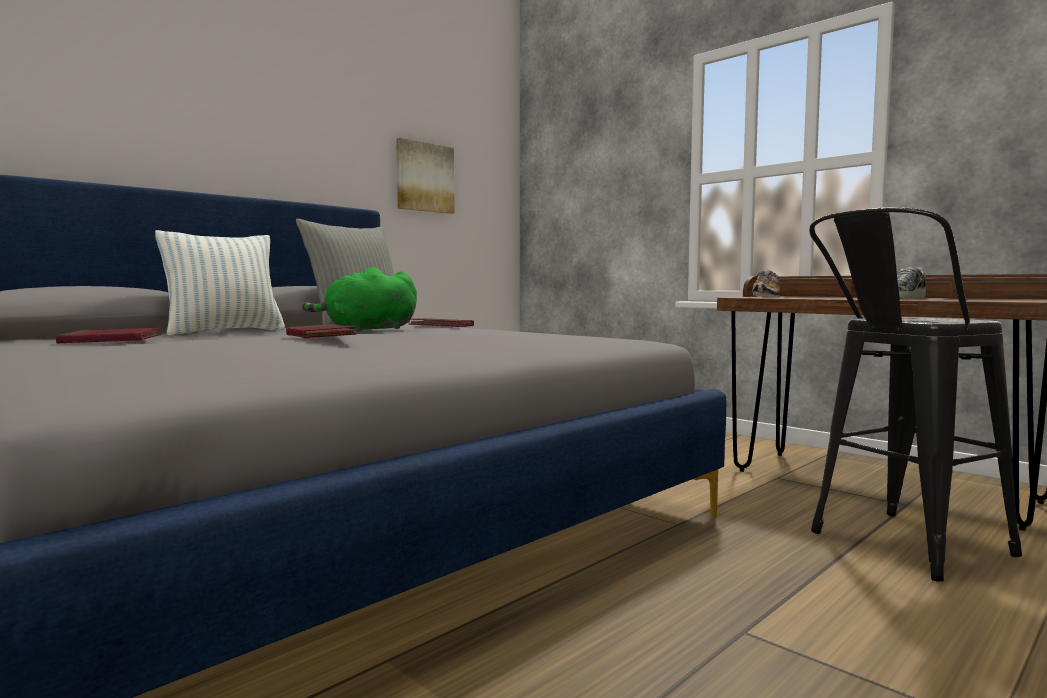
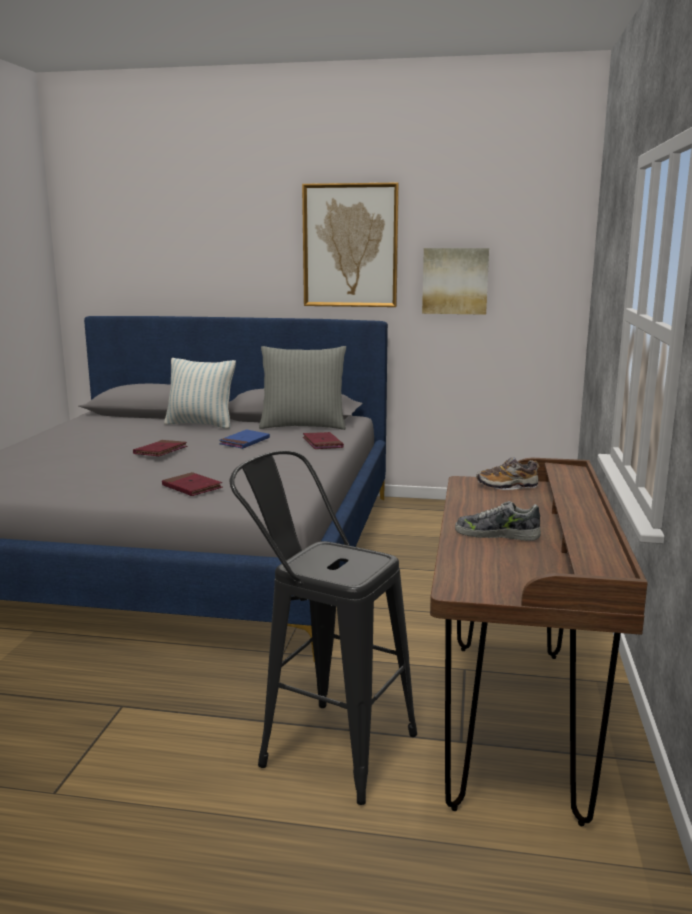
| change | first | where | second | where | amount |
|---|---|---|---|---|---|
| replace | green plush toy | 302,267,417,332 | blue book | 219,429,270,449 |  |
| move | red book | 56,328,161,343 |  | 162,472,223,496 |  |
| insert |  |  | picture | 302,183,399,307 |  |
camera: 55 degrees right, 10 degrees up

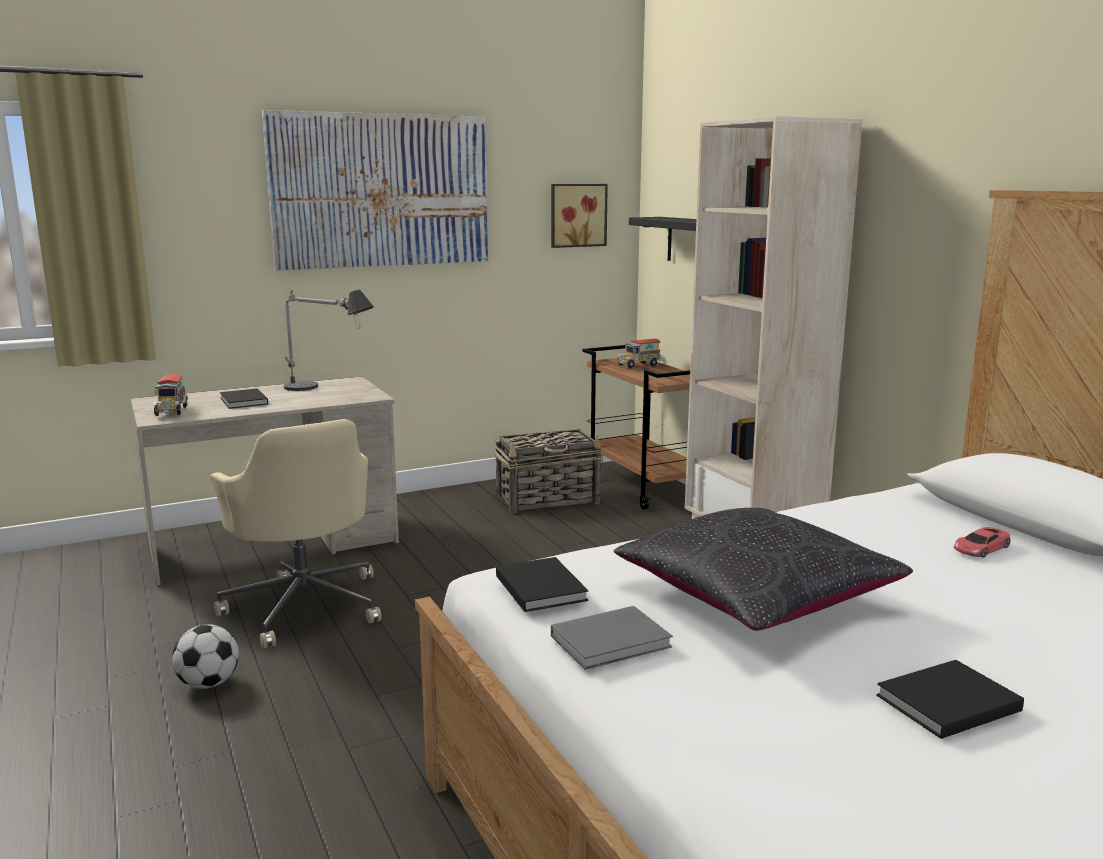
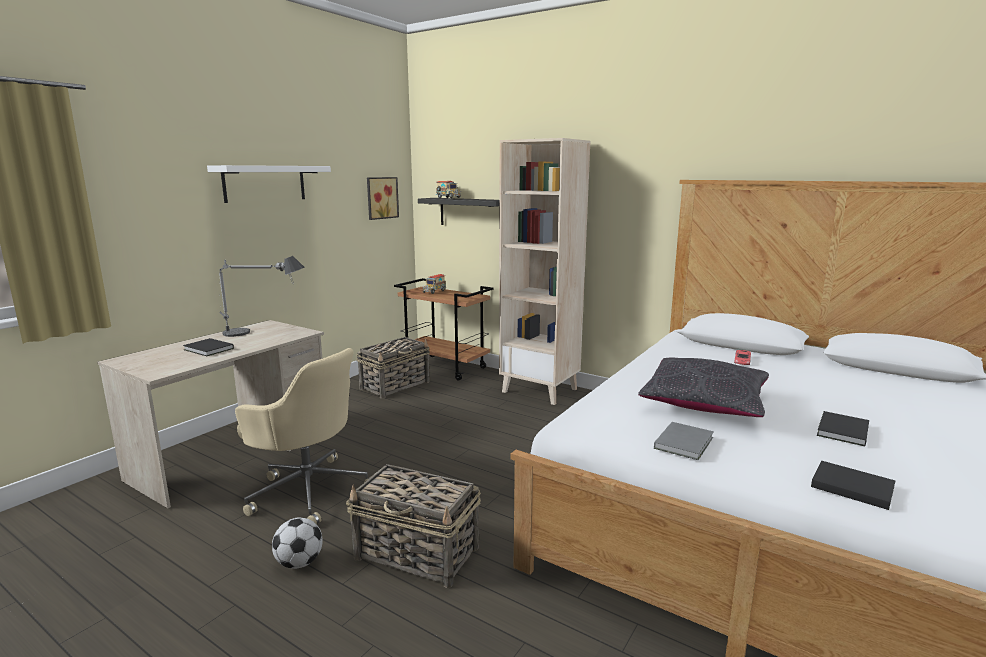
| change | first | where | second | where | amount |
|---|---|---|---|---|---|
| replace | picture | 262,110,488,270 | white shelf | 207,165,331,203 |  |
| move | toy truck | 153,374,188,416 |  | 435,181,461,198 |  |
| move | black book | 496,557,588,612 |  | 811,461,895,510 |  |
| insert |  |  | basket | 346,464,481,588 |  |
camera: 30 degrees left, 0 degrees up

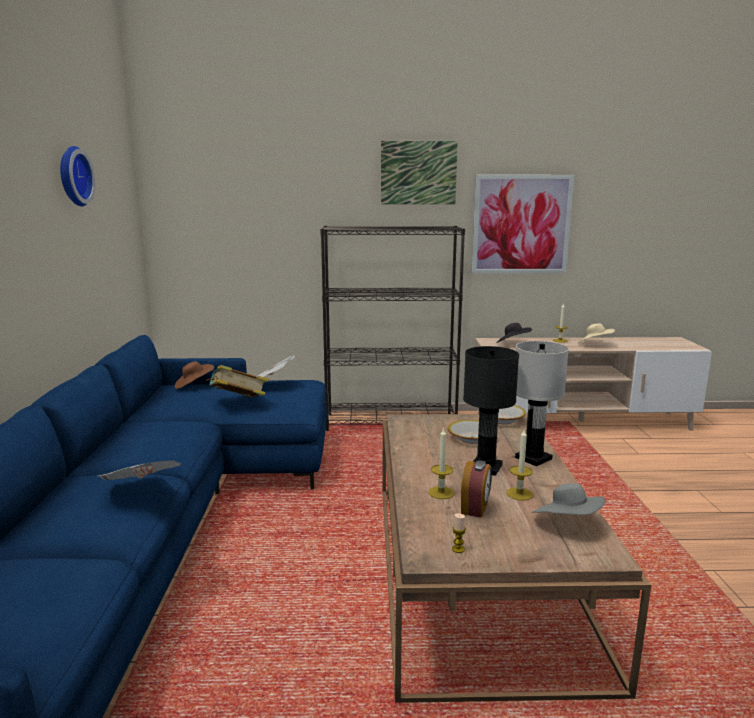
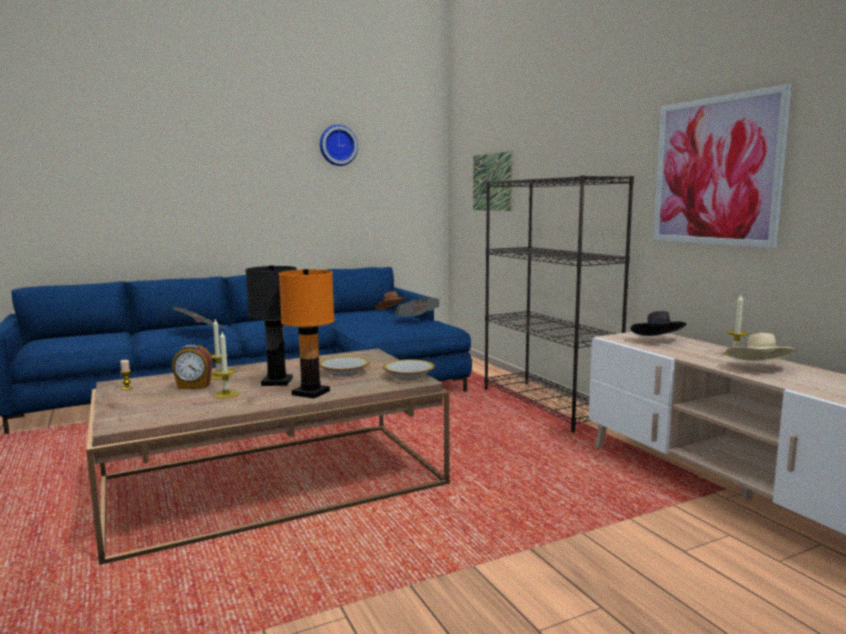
| change | first | where | second | where | amount |
|---|---|---|---|---|---|
| move | picture | 381,141,458,204 |  | 473,151,513,211 |  |
| recolor | white table lamp | 515,341,569,466 | orange table lamp | 279,269,334,399 |  |
| delete | book | 206,365,269,397 |  |  |  |
| delete | grey hat | 532,483,606,515 |  |  |  |
camera: 65 degrees right, 5 degrees down

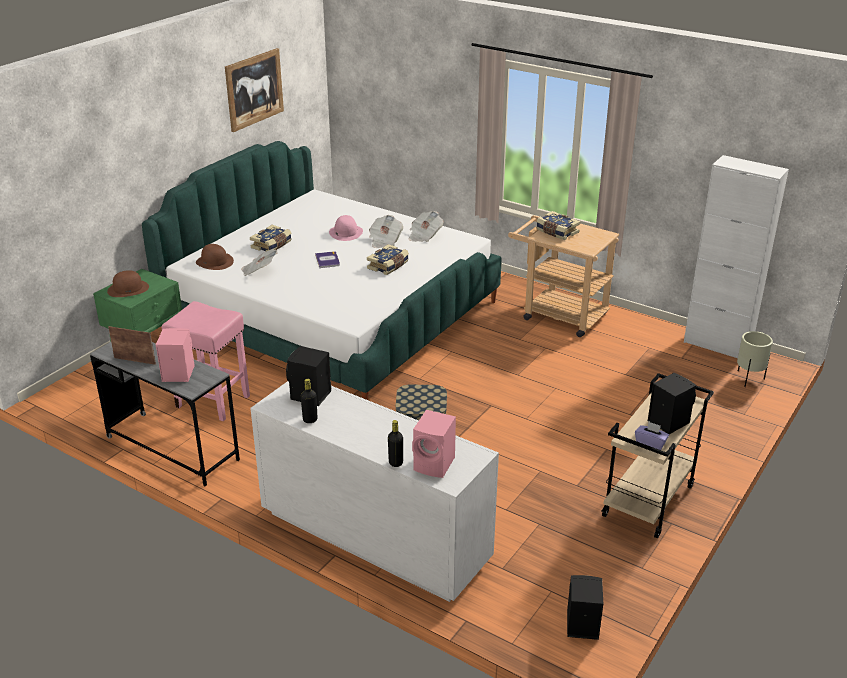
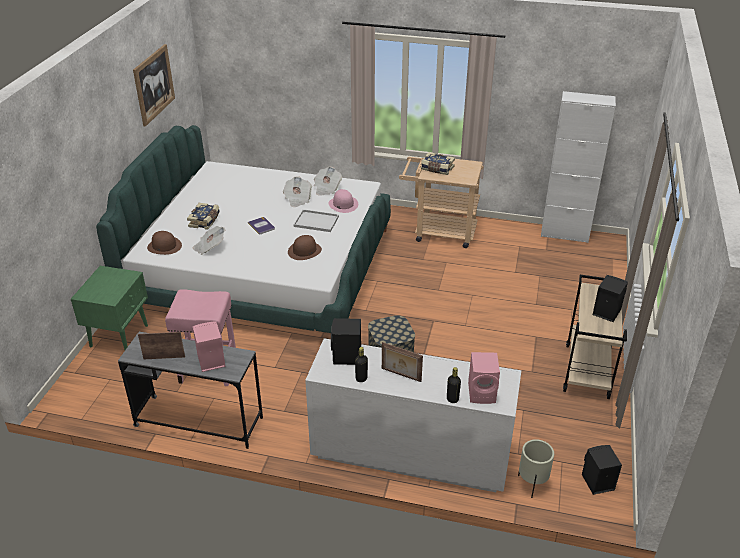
| change | first | where | second | where | amount |
|---|---|---|---|---|---|
| move | pink hat | 329,215,363,241 |  | 328,189,358,213 |  |
| replace | book | 367,244,409,275 | white tray | 293,209,339,232 |  |
| move | brown hat | 107,270,149,297 |  | 288,235,322,260 |  |
| move | beige planter | 737,331,773,387 |  | 518,439,554,498 |  |
| delete | purple tissue box | 635,422,669,450 |  |  |  |
| insert |  |  | picture frame | 382,342,423,382 |  |
camera: 20 degrees left, 5 degrees up

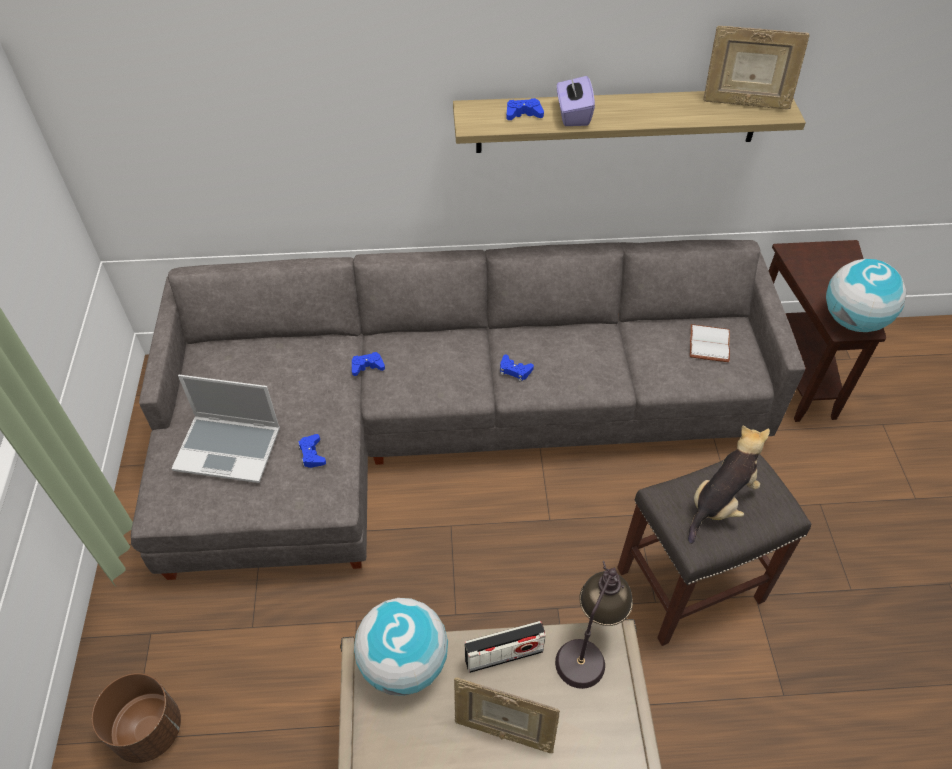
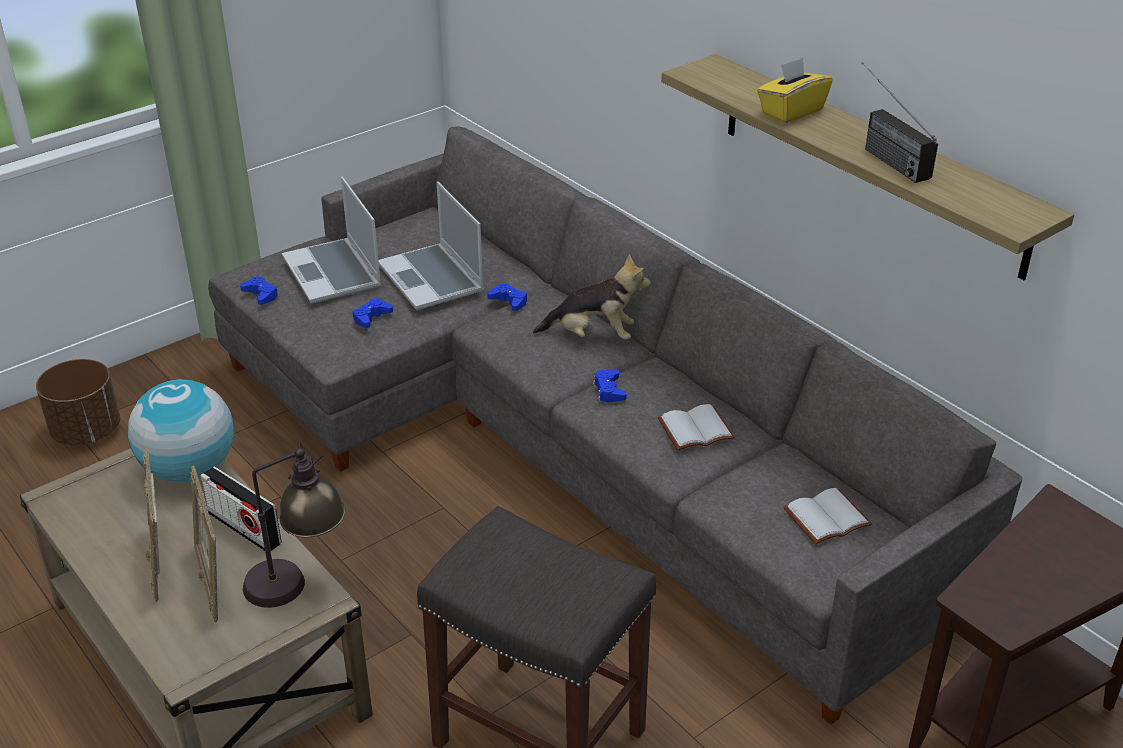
| change | first | where | second | where | amount |
|---|---|---|---|---|---|
| move | picture frame | 703,26,810,110 |  | 190,465,218,622 |  |
| recolor | purple tissue box | 557,74,595,126 | yellow tissue box | 757,58,833,123 |  |
| move | blue game controller | 506,98,544,120 |  | 240,276,279,305 |  |
| delete | globe | 826,259,906,332 |  |  |  |
| move | plush toy | 688,425,770,544 |  | 533,254,651,339 |  |
| insert |  |  | radio | 861,62,938,183 |  |
| insert |  |  | laptop | 378,182,484,310 |  |
| insert |  |  | white book | 658,404,735,450 |  |
camera: 55 degrees right, 15 degrees down

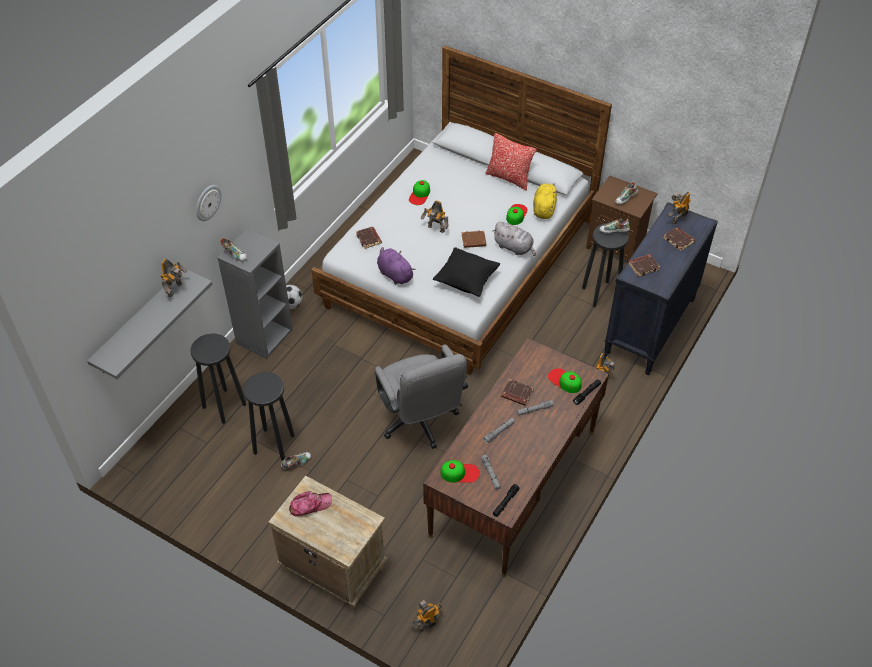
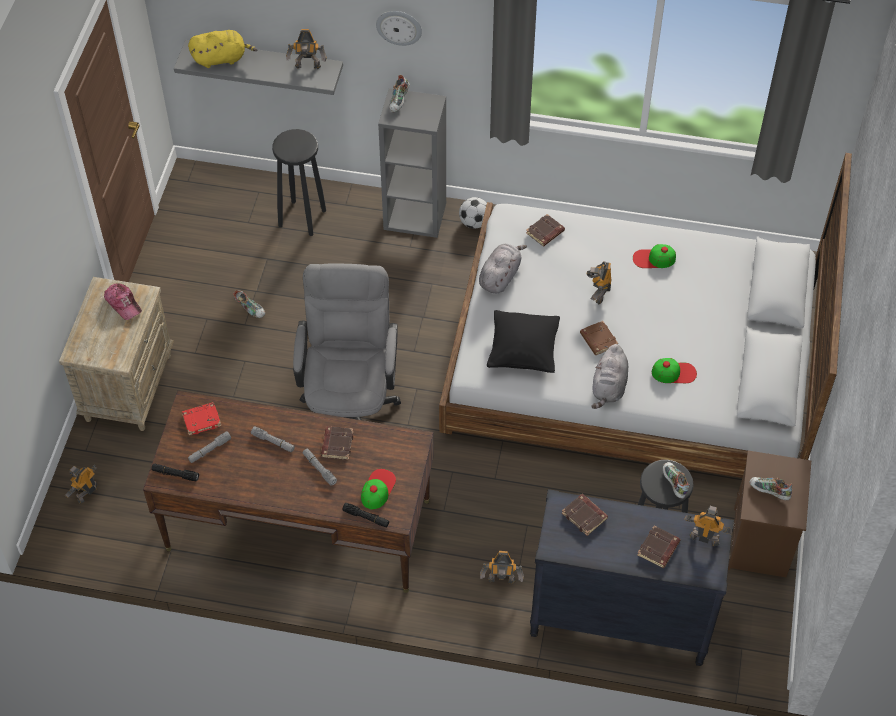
| change | first | where | second | where | amount |
|---|---|---|---|---|---|
| delete | pillow | 485,133,537,191 |  |  |  |
| move | yellow plush toy | 533,184,557,219 |  | 188,30,257,68 |  |
| recolor | purple plush toy | 377,247,416,285 | grey plush toy | 479,244,527,293 |  |
| rotate | grey office chair | 375,344,468,449 |  | 293,263,401,420 | 135 degrees clockwise |
| delete | black stool | 243,372,295,461 |  |  |  |
| replace | cap | 440,460,480,483 | red book | 182,402,221,436 |  |
| rotate | toy robot | 409,600,442,632 |  | 65,464,97,503 | 90 degrees counterclockwise |
camera: 70 degrees right, 5 degrees up

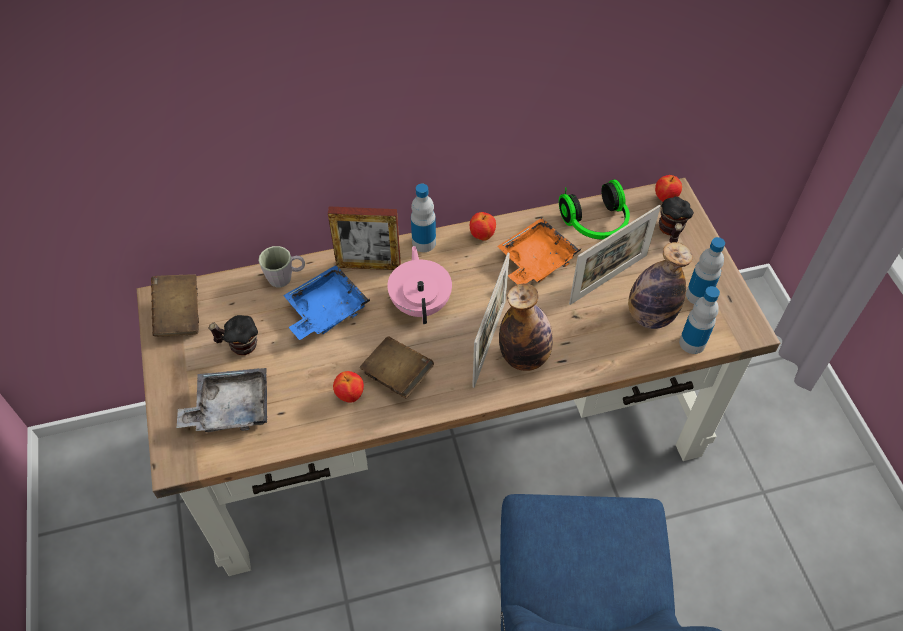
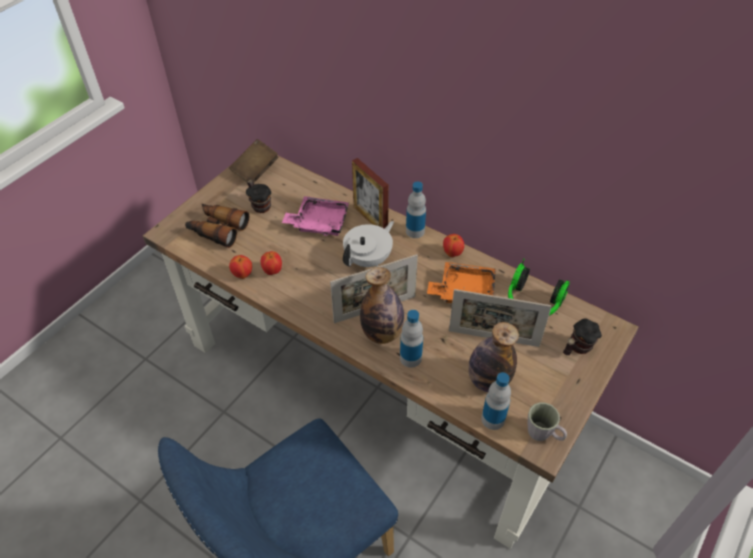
| change | first | where | second | where | amount |
|---|---|---|---|---|---|
| move | apple | 655,175,682,202 |  | 229,255,252,279 |  |
| move | bottle | 686,237,725,304 |  | 400,310,423,368 |  |
| move | grey mug | 258,246,305,287 |  | 527,402,567,441 |  |
| recolor | pink teapot | 387,246,452,324 | white teapot | 343,221,394,267 |  |
| recolor | blue tray | 283,265,370,340 | pink tray | 282,196,349,236 |  |
| delete | brown book | 360,336,434,398 |  |  |  |
| replace | grey tray | 177,368,267,432 | binoculars | 185,204,249,248 |  |
camera: 50 degrees right, 5 degrees down

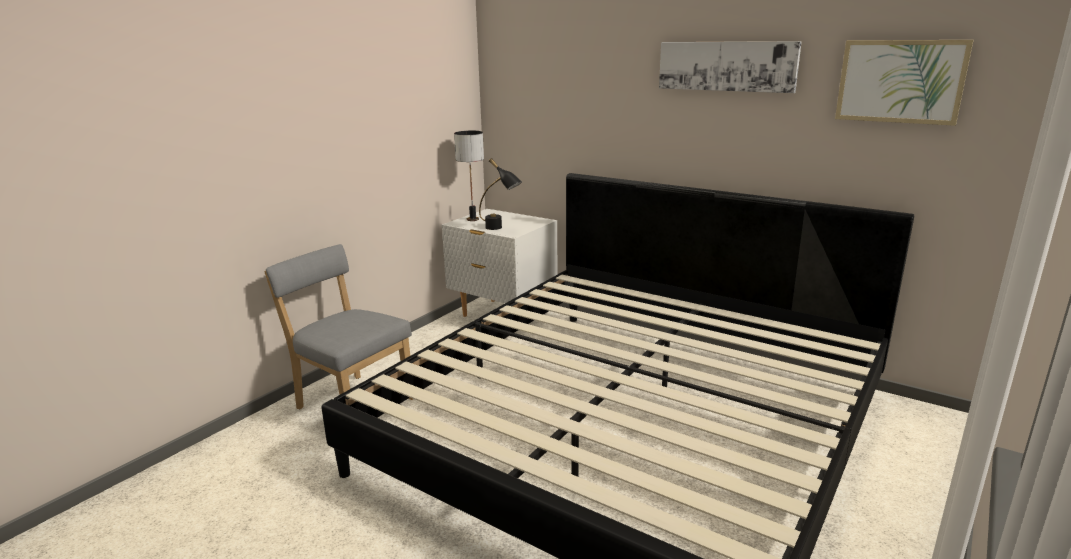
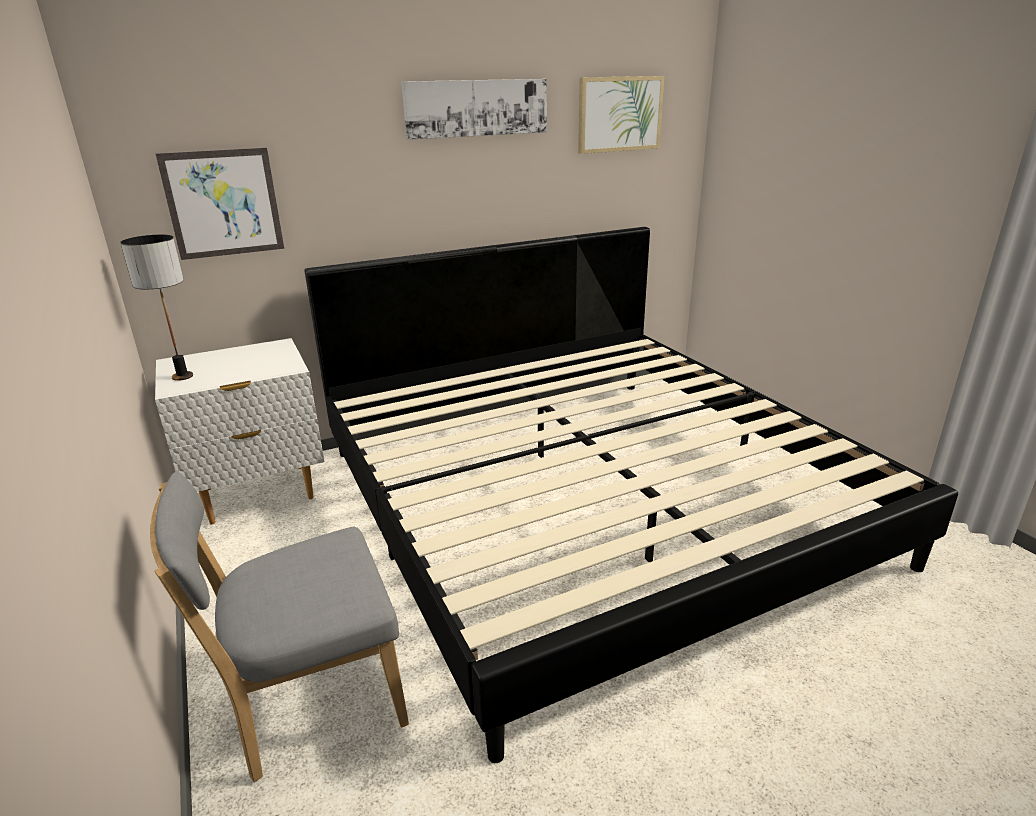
| change | first | where | second | where | amount |
|---|---|---|---|---|---|
| delete | black table lamp | 479,158,522,230 |  |  |  |
| insert |  |  | picture | 156,148,284,260 |  |
camera: 60 degrees left, 5 degrees up

